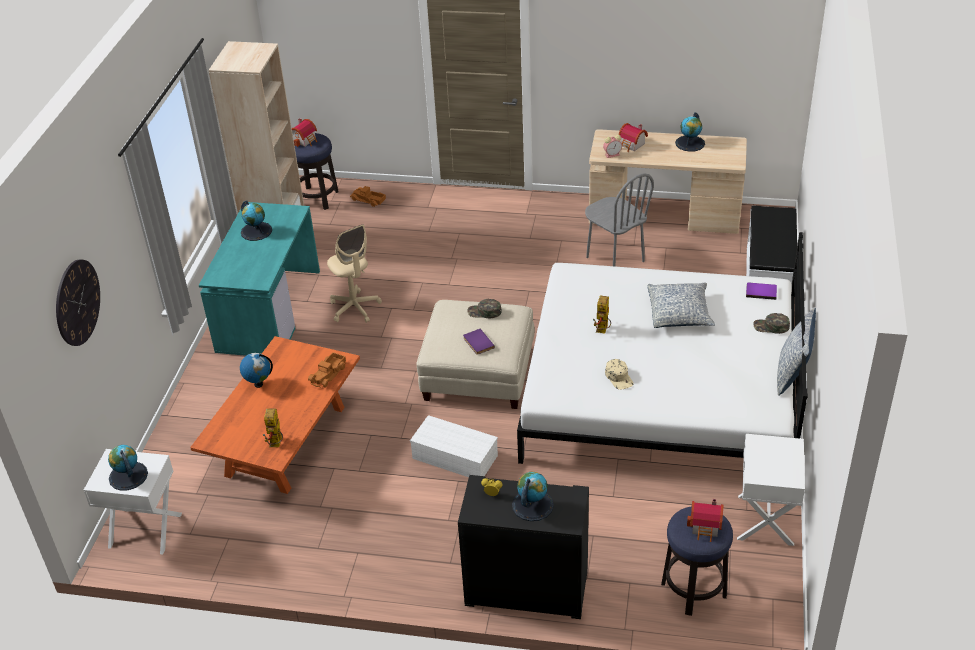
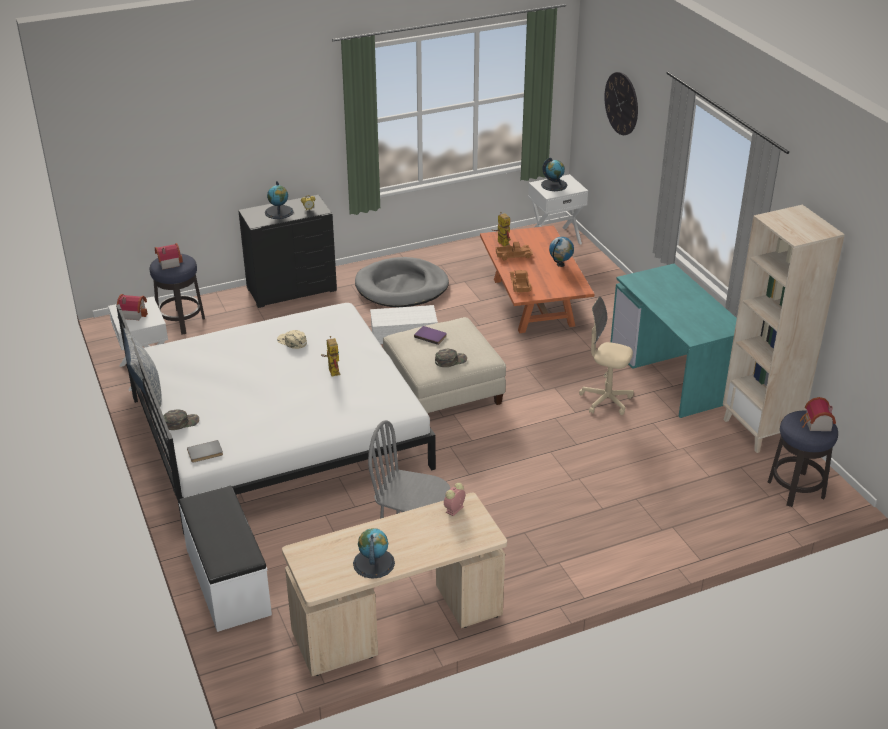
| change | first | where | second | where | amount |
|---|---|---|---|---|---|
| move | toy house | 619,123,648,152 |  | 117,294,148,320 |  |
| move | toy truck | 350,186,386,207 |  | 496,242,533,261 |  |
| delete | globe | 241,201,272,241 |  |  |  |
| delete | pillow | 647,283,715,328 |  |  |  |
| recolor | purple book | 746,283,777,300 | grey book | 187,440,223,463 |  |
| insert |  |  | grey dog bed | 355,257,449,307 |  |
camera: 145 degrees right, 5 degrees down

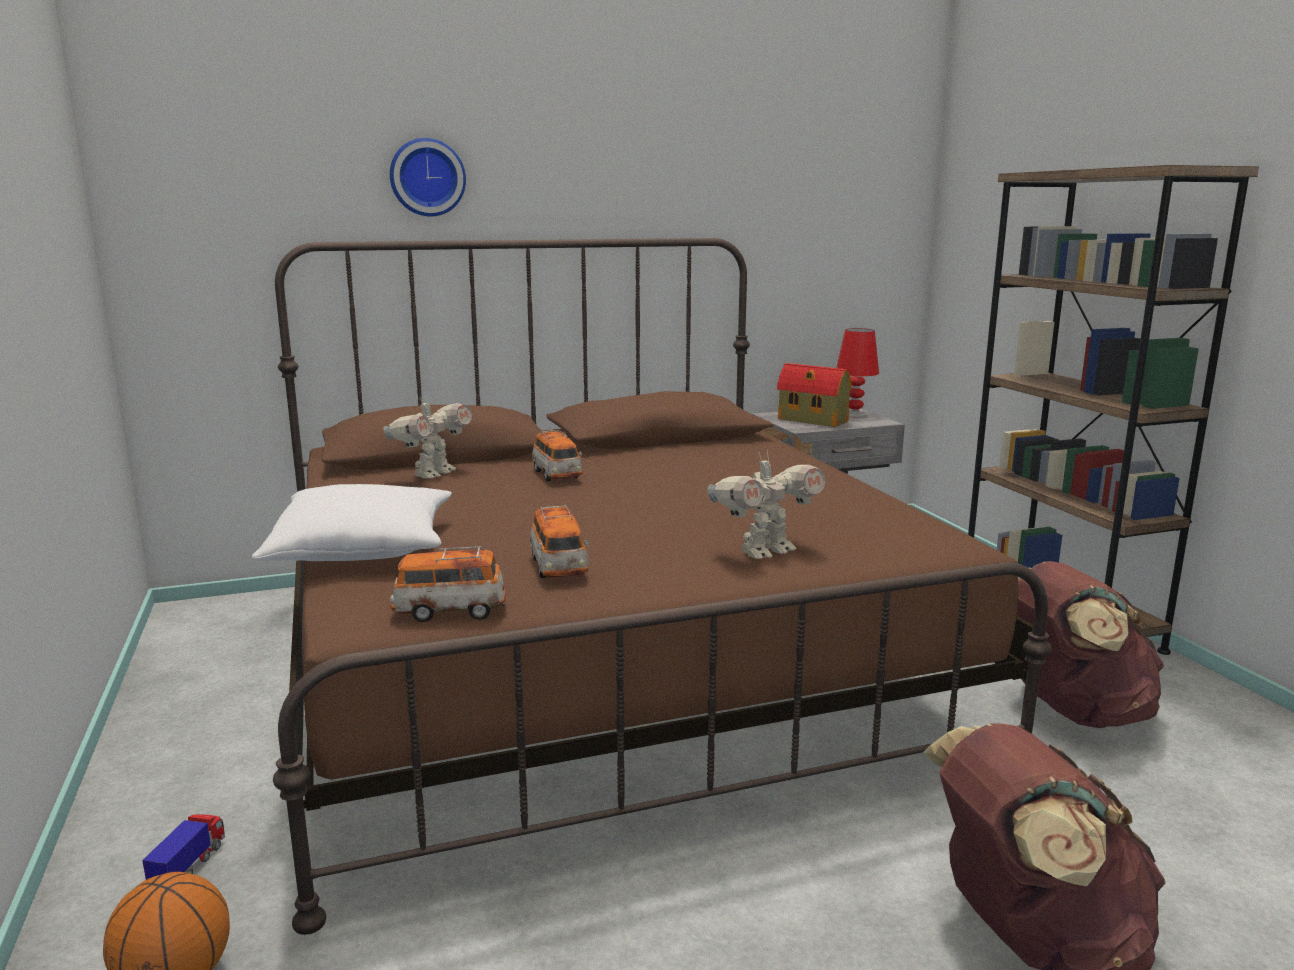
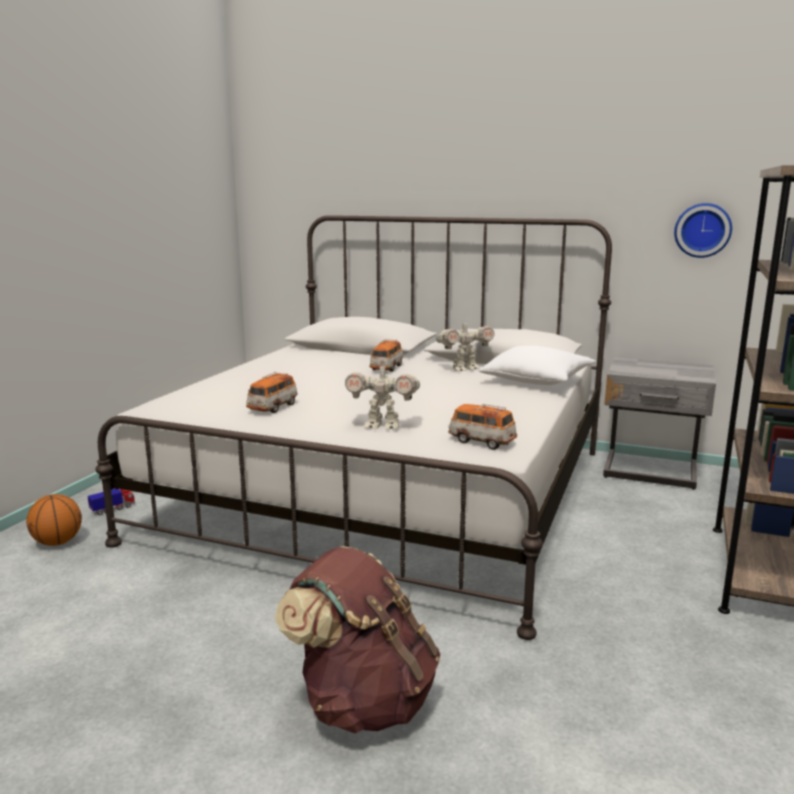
| change | first | where | second | where | amount |
|---|---|---|---|---|---|
| move | wall clock | 390,138,466,217 |  | 674,203,732,258 |  |
| recolor | brown bed | 273,238,1052,935 | white bed | 95,215,612,640 |  |
| delete | red table lamp | 836,328,879,417 |  |  |  |
| delete | toy house | 777,363,852,427 |  |  |  |
| move | toy robot | 383,395,472,478 |  | 436,318,495,371 |  |
| move | white pillow | 252,484,452,561 |  | 478,345,596,385 |  |
| move | toy car | 390,546,507,622 |  | 449,404,517,450 |  |
| delete | brown backpack | 1017,561,1164,728 |  |  |  |
camera: 40 degrees right, 0 degrees up

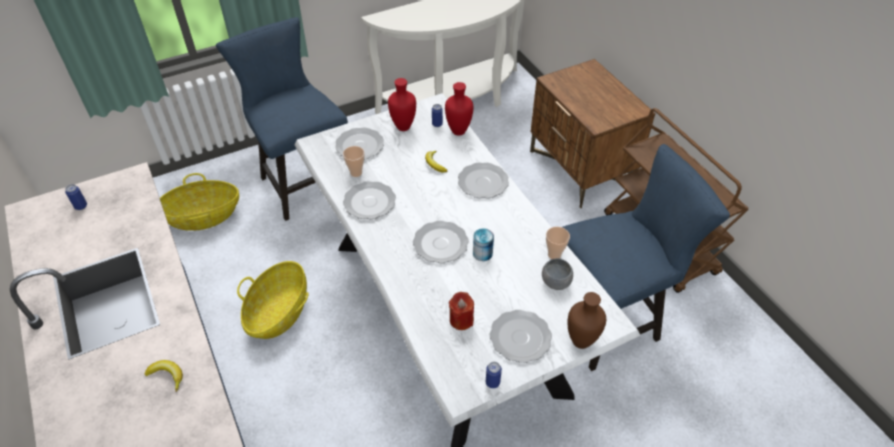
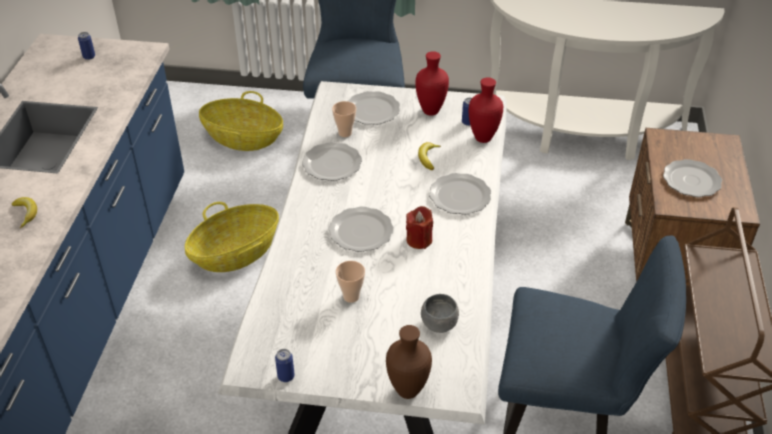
| change | first | where | second | where | amount |
|---|---|---|---|---|---|
| move | cup | 546,227,570,259 |  | 336,261,365,303 |  |
| delete | can | 473,228,494,261 |  |  |  |
| move | red candle | 449,292,474,330 |  | 406,206,433,249 |  |
| move | plate | 490,310,552,363 |  | 663,159,722,197 |  |
camera: 35 degrees right, 5 degrees down

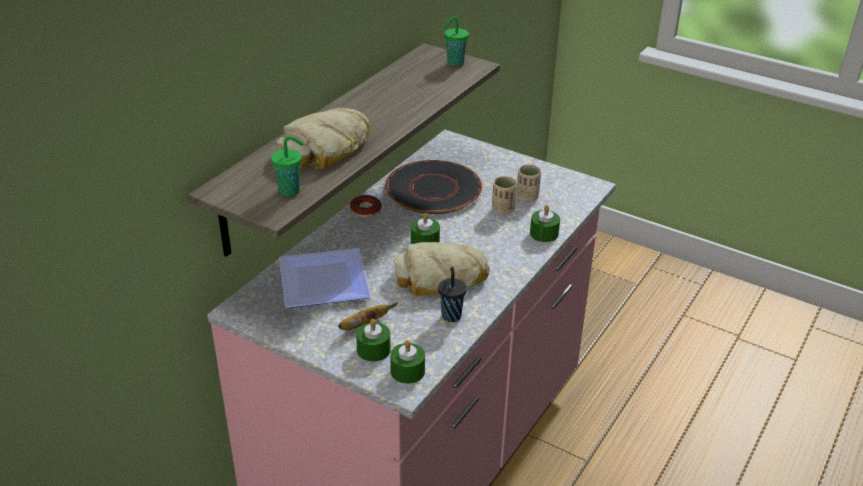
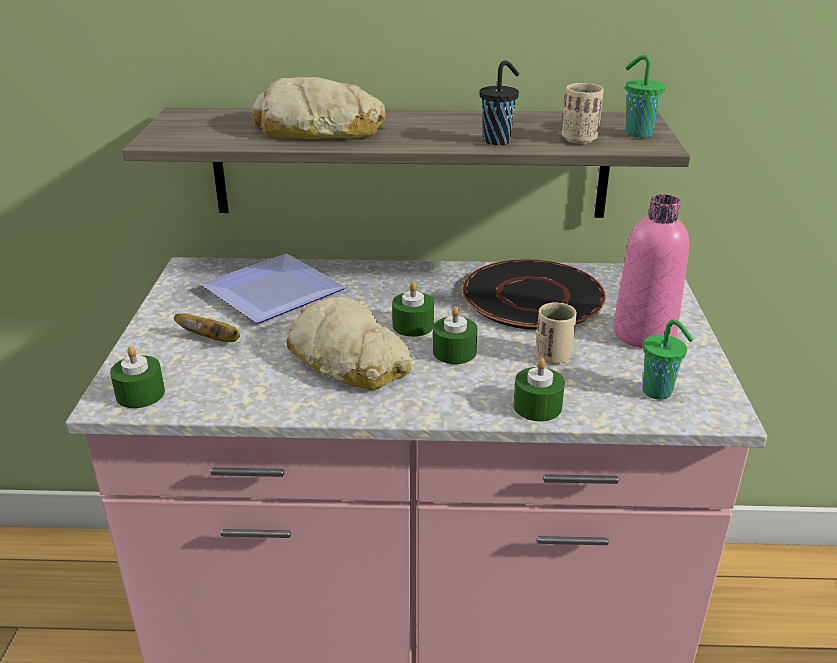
| change | first | where | second | where | amount |
|---|---|---|---|---|---|
| move | green cup | 271,136,303,196 |  | 643,319,694,400 |  |
| move | beige cup | 516,164,541,202 |  | 562,83,604,144 |  |
| delete | donut | 350,195,382,218 |  |  |  |
| move | black cup | 438,267,467,322 |  | 480,60,519,145 |  |
| move | green candle | 356,319,390,362 |  | 433,306,477,364 |  |
| insert |  |  | pink bottle | 613,194,689,348 |  |
camera: 60 degrees right, 5 degrees down

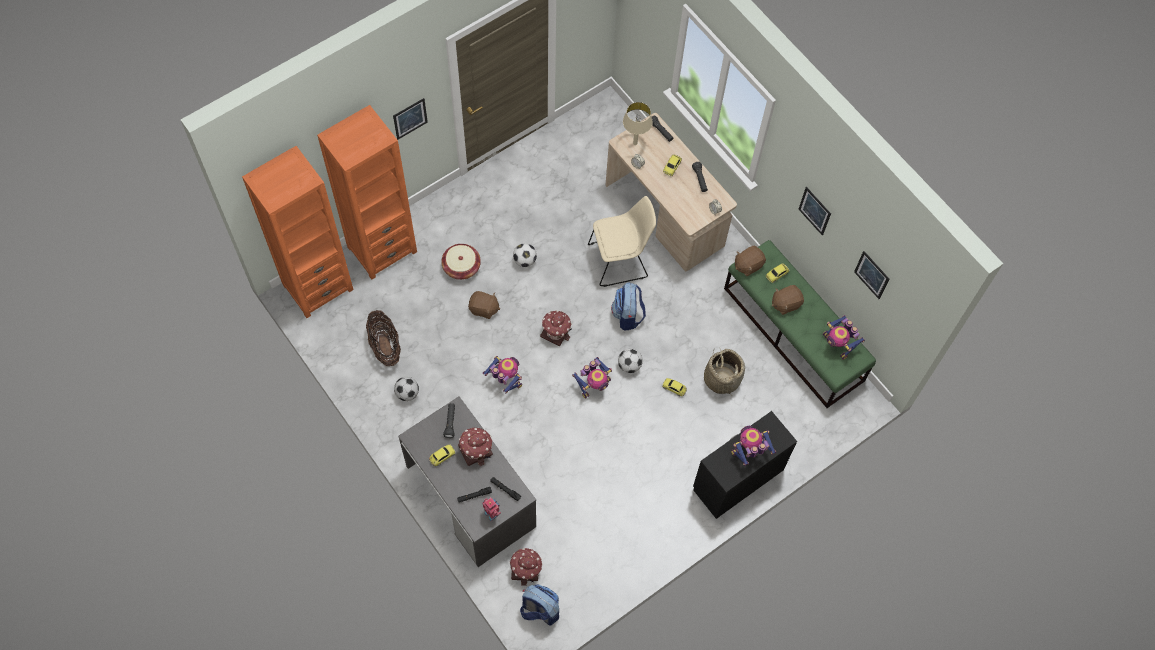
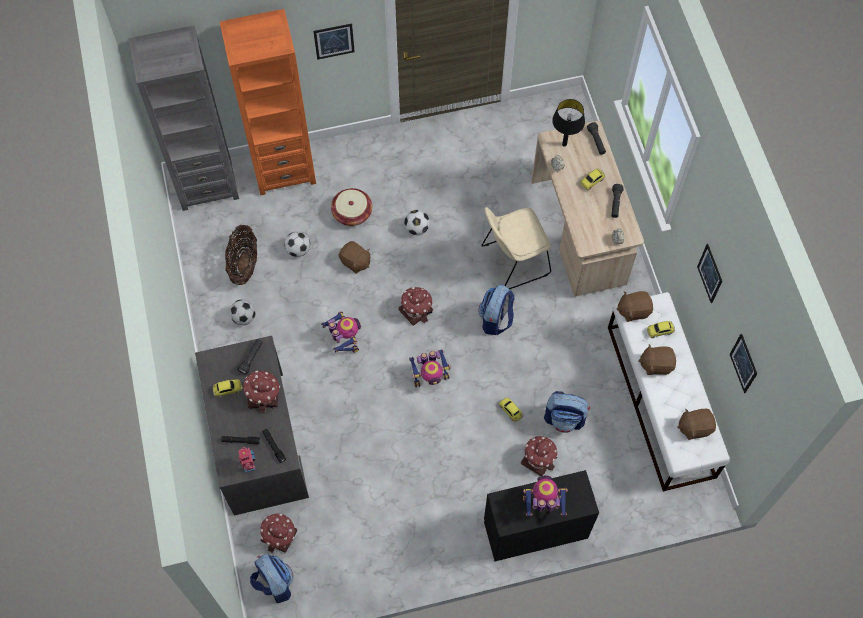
| change | first | where | second | where | amount |
|---|---|---|---|---|---|
| recolor | beige table lamp | 623,102,653,145 | black table lamp | 552,99,585,147 |  |
| recolor | orange bookcase | 242,146,354,318 | grey bookcase | 129,26,239,211 |  |
| rotate | beige chair | 588,196,656,287 |  | 481,207,551,289 | 150 degrees clockwise |
| recolor | green bench | 724,240,876,408 | white bench | 608,292,730,492 |  |
| replace | toy robot | 823,315,865,360 | brown plush toy | 677,408,716,440 |  |
| replace | basket | 704,347,745,396 | backpack | 544,391,590,433 |  |
| move | football | 618,348,643,373 |  | 284,231,310,257 |  |
| insert |  |  | toy house | 521,436,558,476 |  |
camera: 25 degrees right, 0 degrees up

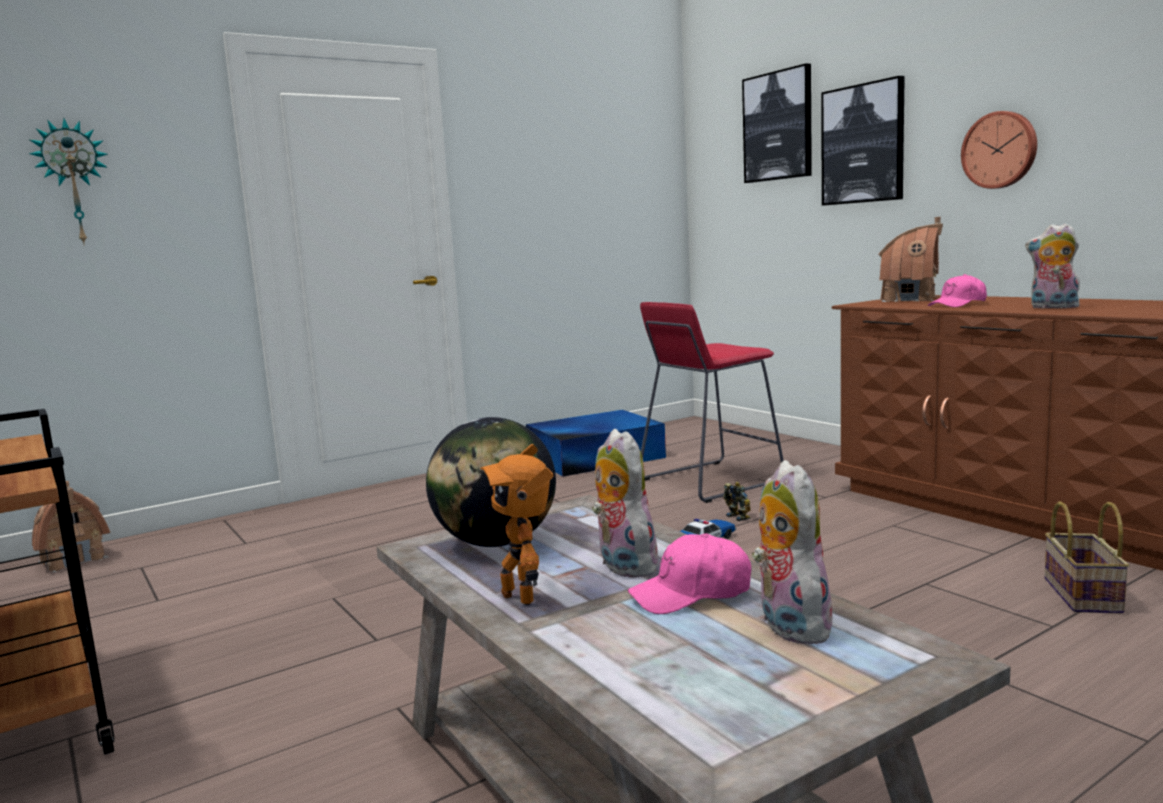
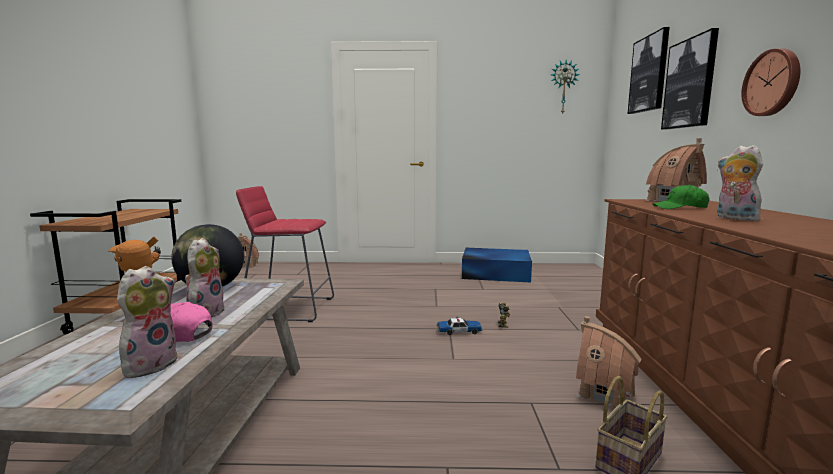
| change | first | where | second | where | amount |
|---|---|---|---|---|---|
| move | wall clock | 29,118,108,244 |  | 551,60,580,115 |  |
| recolor | pink cap | 928,274,987,307 | green cap | 652,184,709,209 |  |
| move | red stool | 640,302,784,503 |  | 236,186,334,322 |  |
| insert |  |  | toy house | 576,316,641,408 |  |
camera: 35 degrees right, 0 degrees up

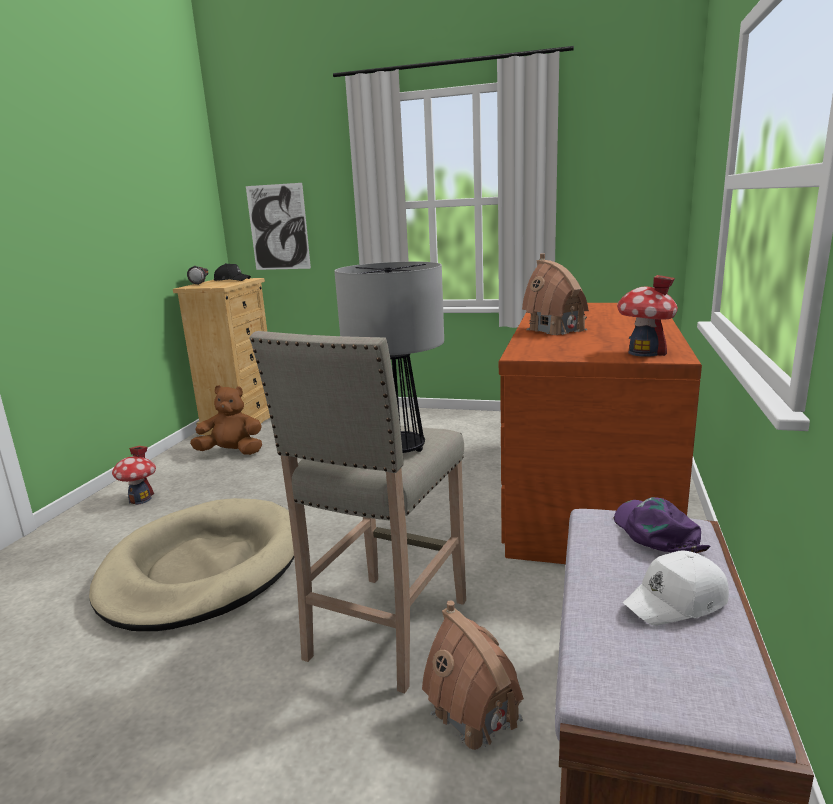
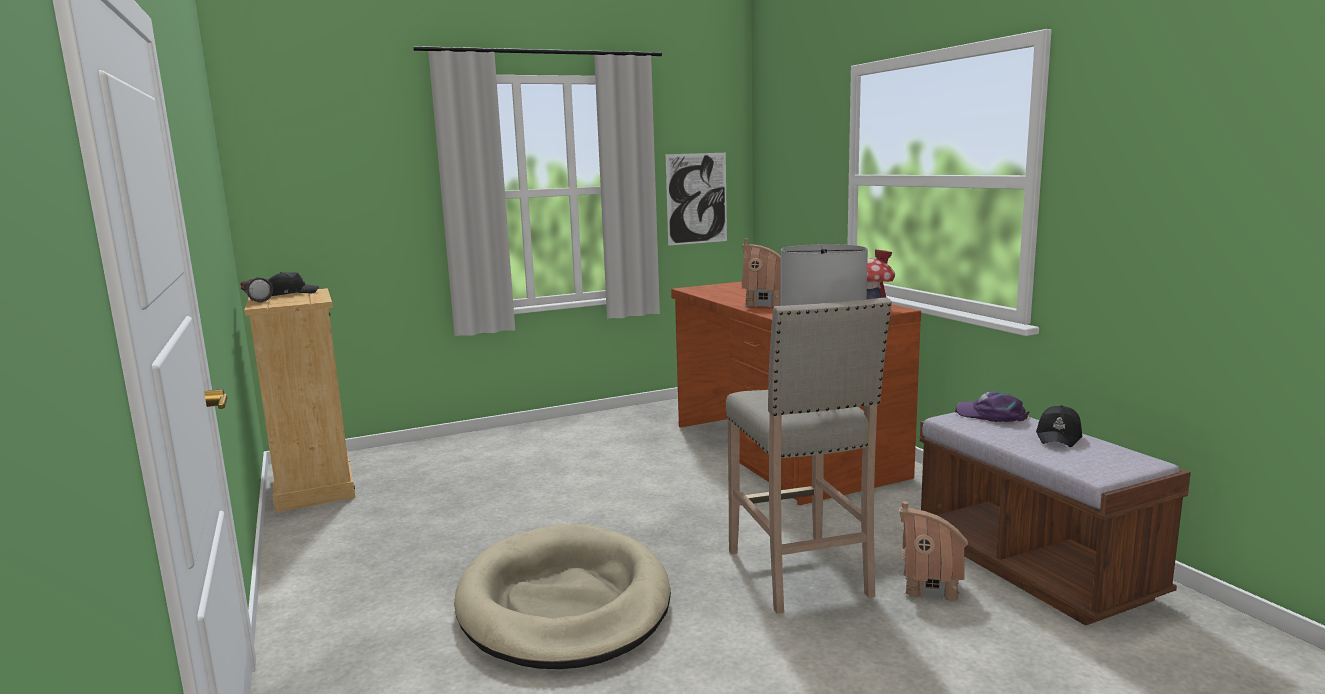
| change | first | where | second | where | amount |
|---|---|---|---|---|---|
| move | picture | 246,183,311,270 |  | 665,153,727,246 |  |
| delete | brown plush toy | 190,385,262,455 |  |  |  |
| delete | toy house | 112,446,156,505 |  |  |  |
| recolor | white cap | 622,550,729,626 | black cap | 1036,405,1082,447 |  |
camera: 40 degrees left, 5 degrees down

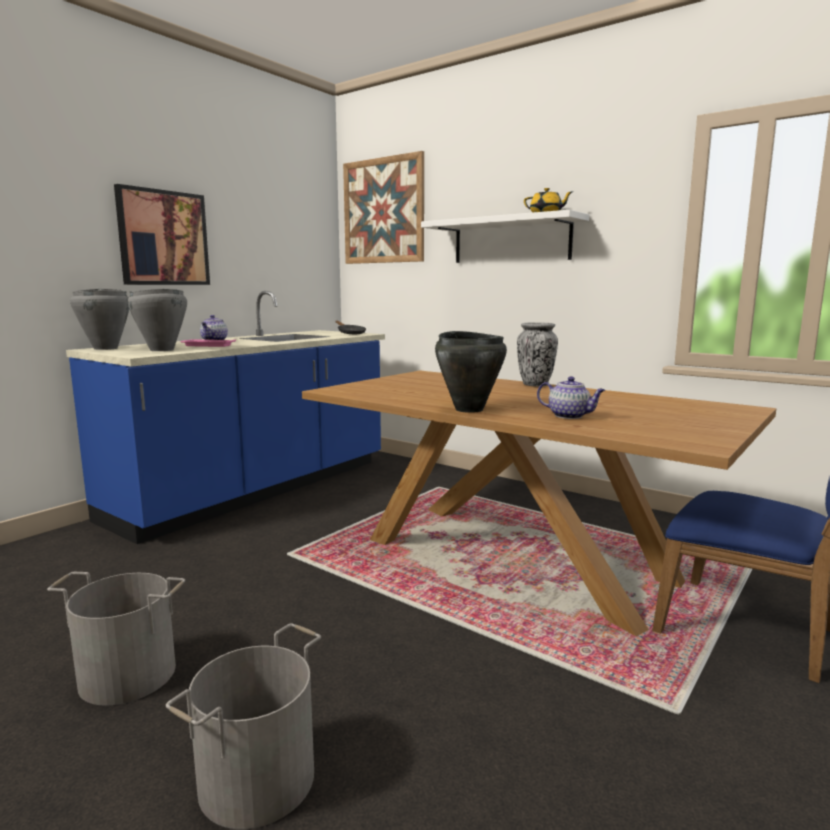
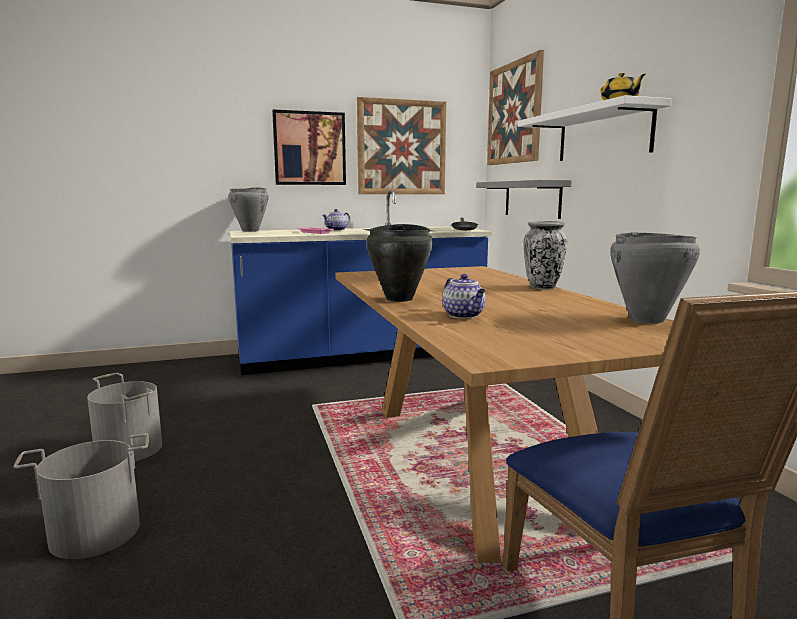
| change | first | where | second | where | amount |
|---|---|---|---|---|---|
| move | grey cooking pot | 127,289,187,351 |  | 610,232,700,324 |  |
| insert |  |  | picture | 357,97,446,194 |  |
| insert |  |  | grey shelf | 476,180,572,219 |  |
camera: 35 degrees right, 0 degrees up

